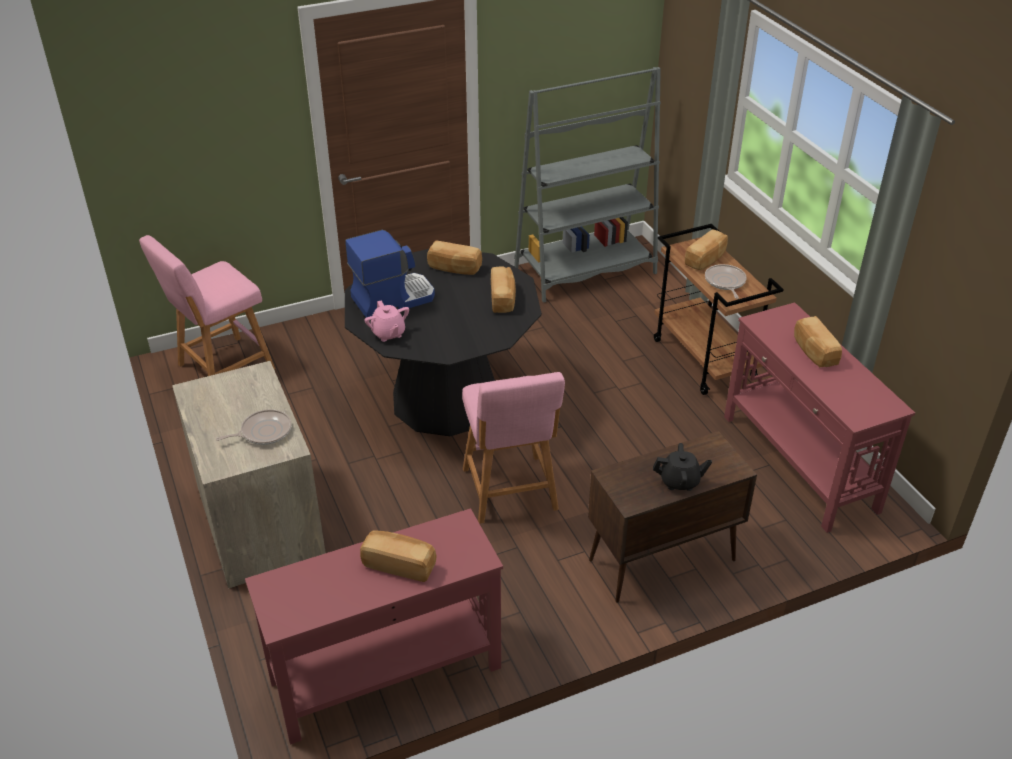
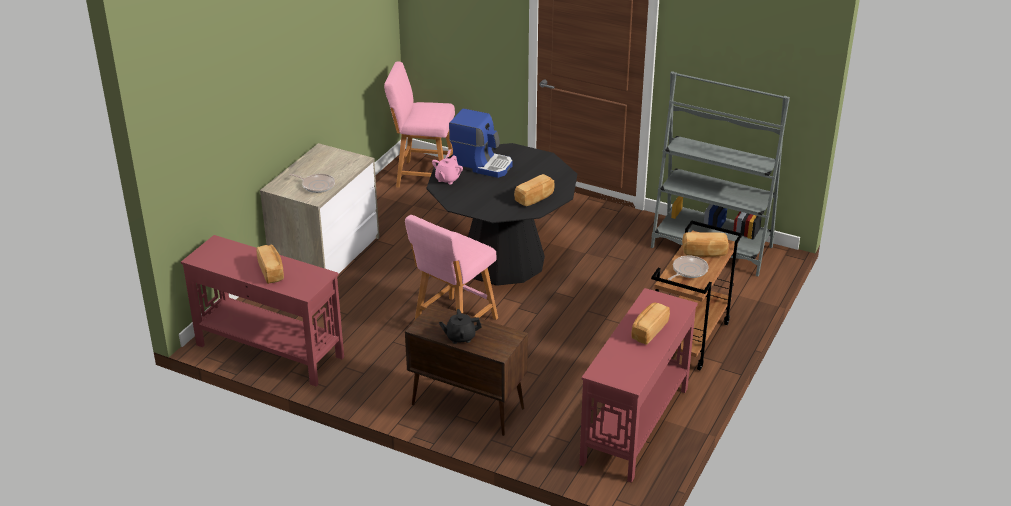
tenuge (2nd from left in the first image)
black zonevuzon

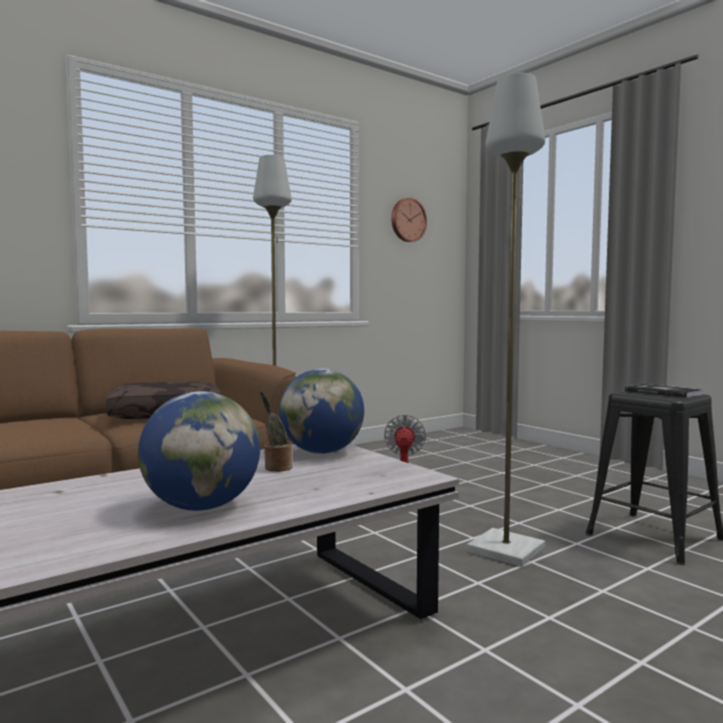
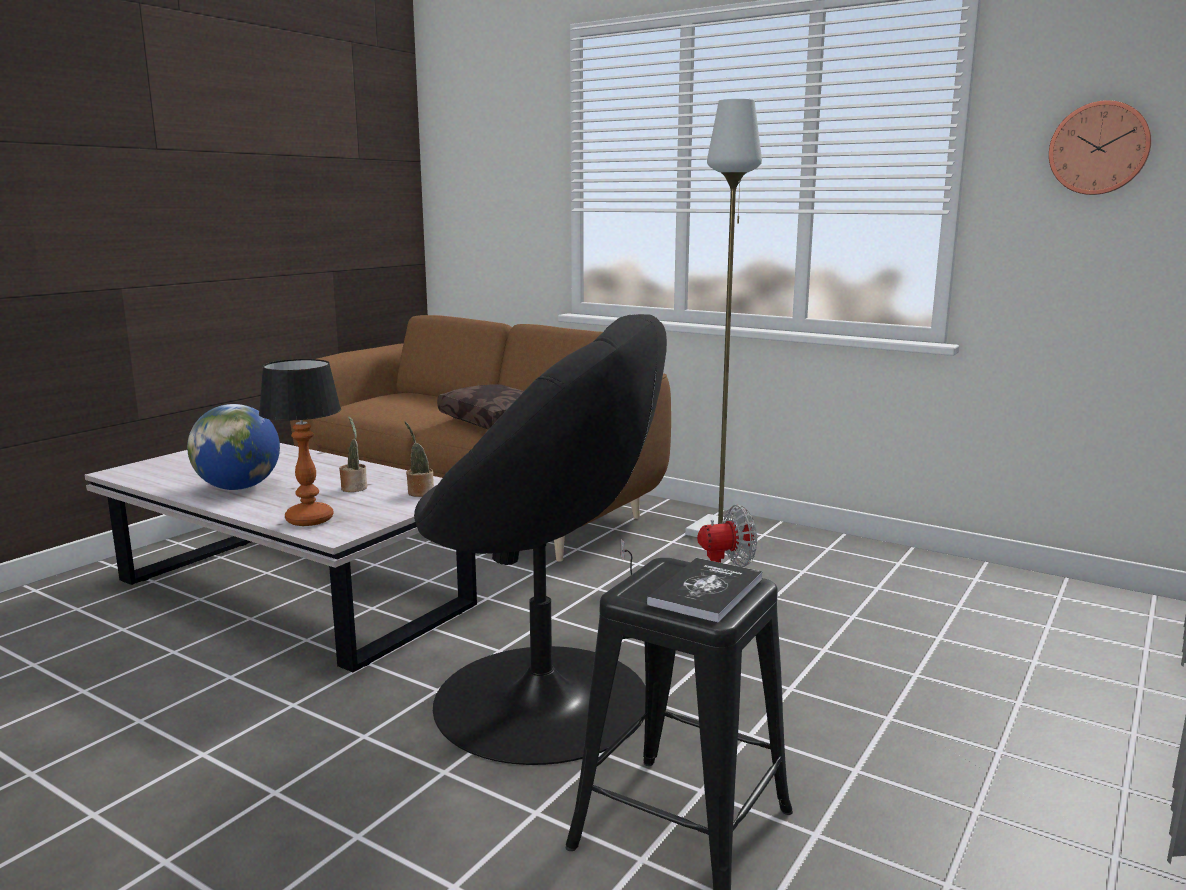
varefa
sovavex (2nd from left)
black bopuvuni

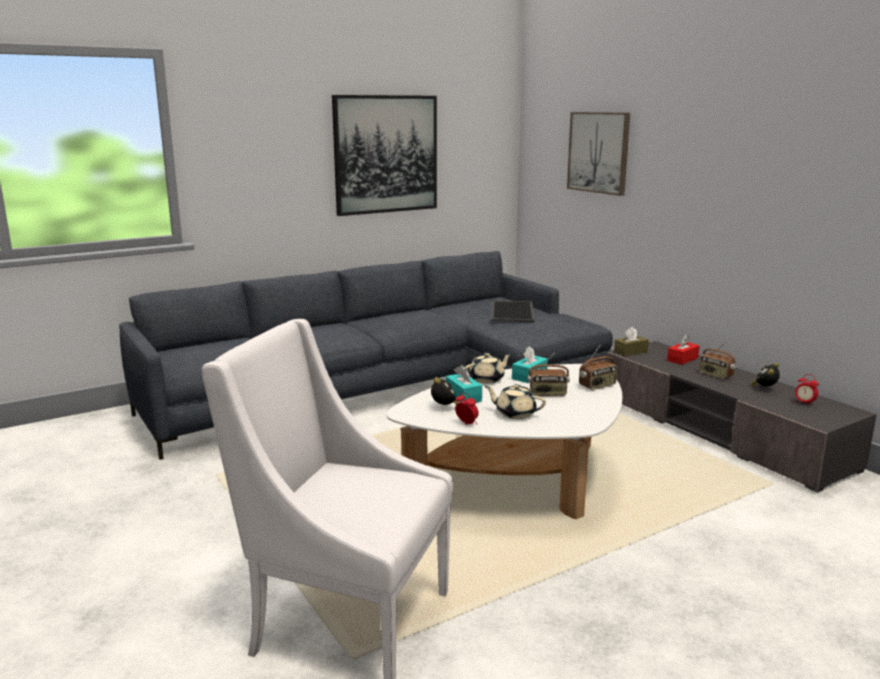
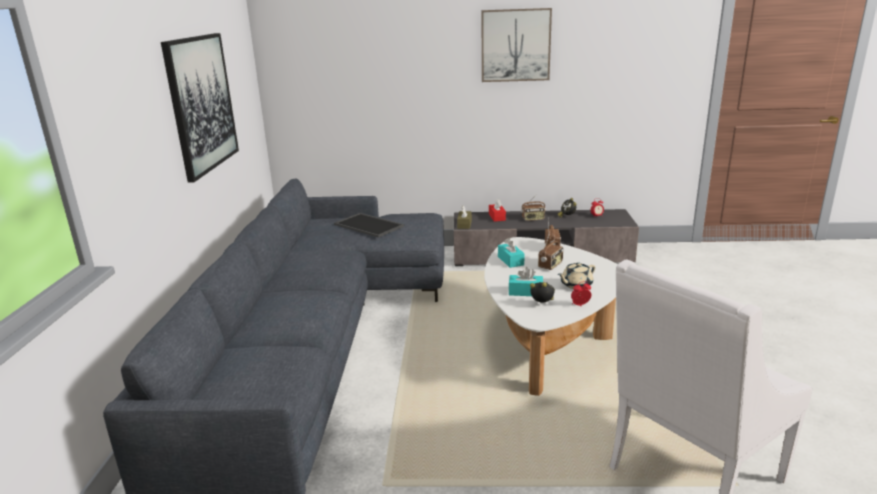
beige zonevuzon (1st from left in the first image)
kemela (2nd from left)

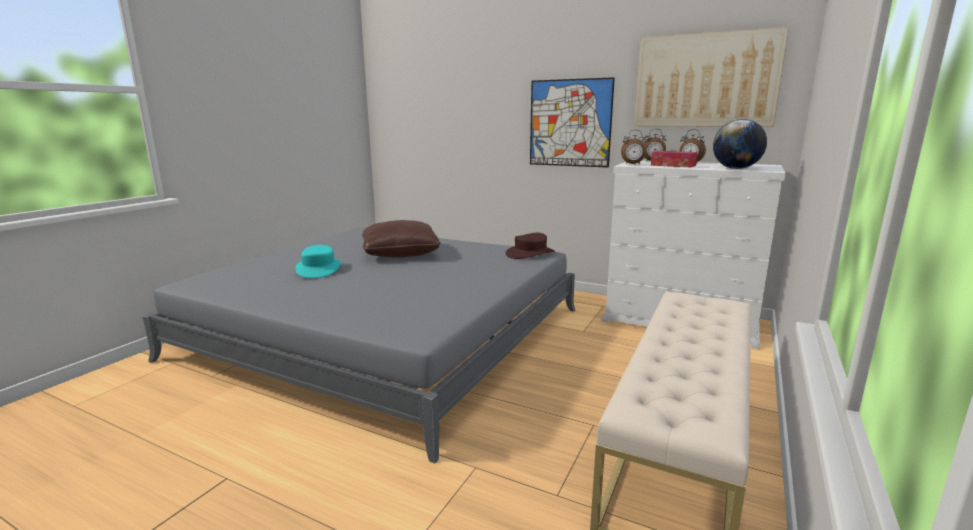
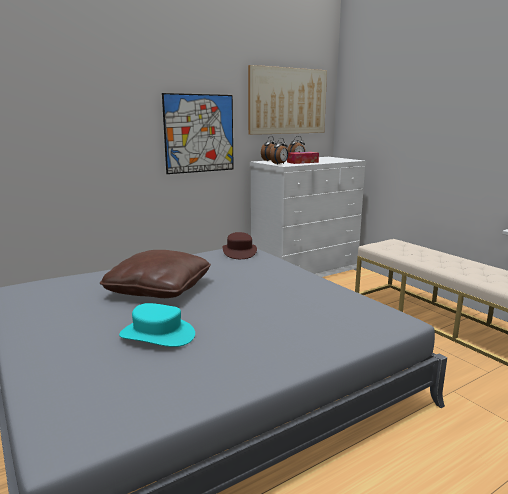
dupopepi

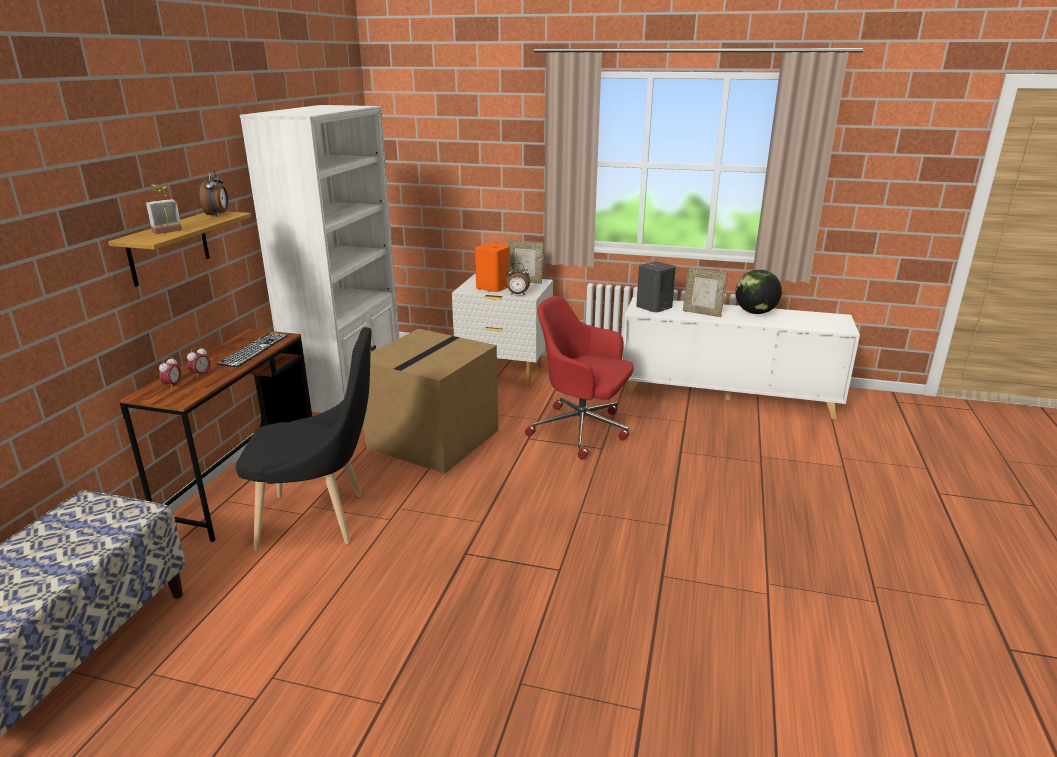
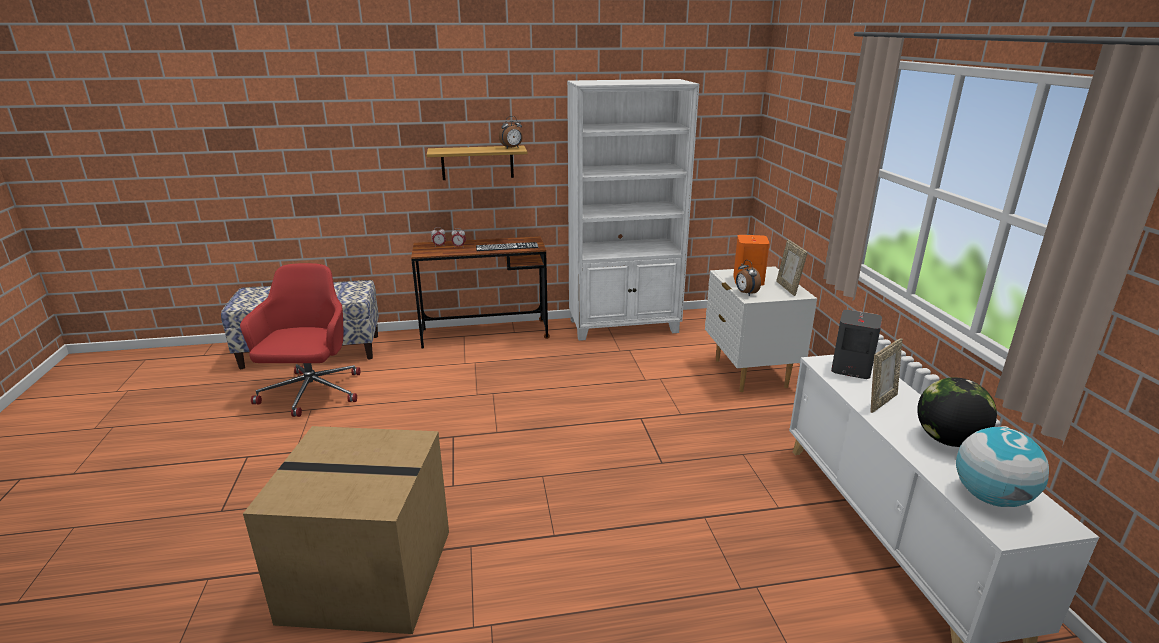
sovavex
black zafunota
dupopepi (2nd from left)
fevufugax
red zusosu
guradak (2nd from left)

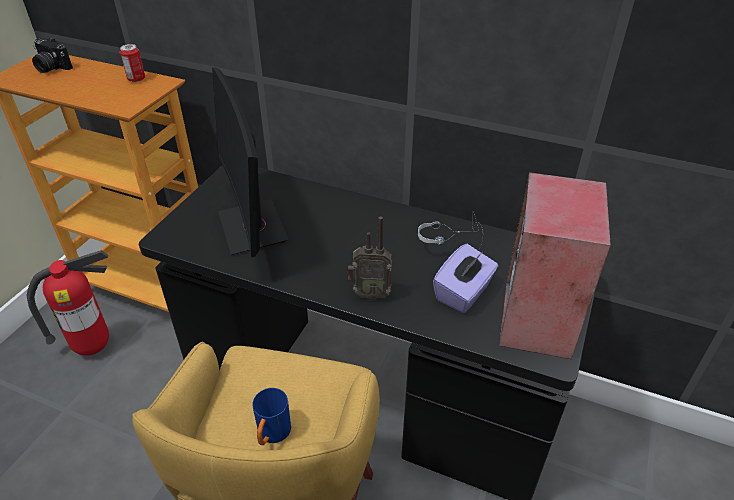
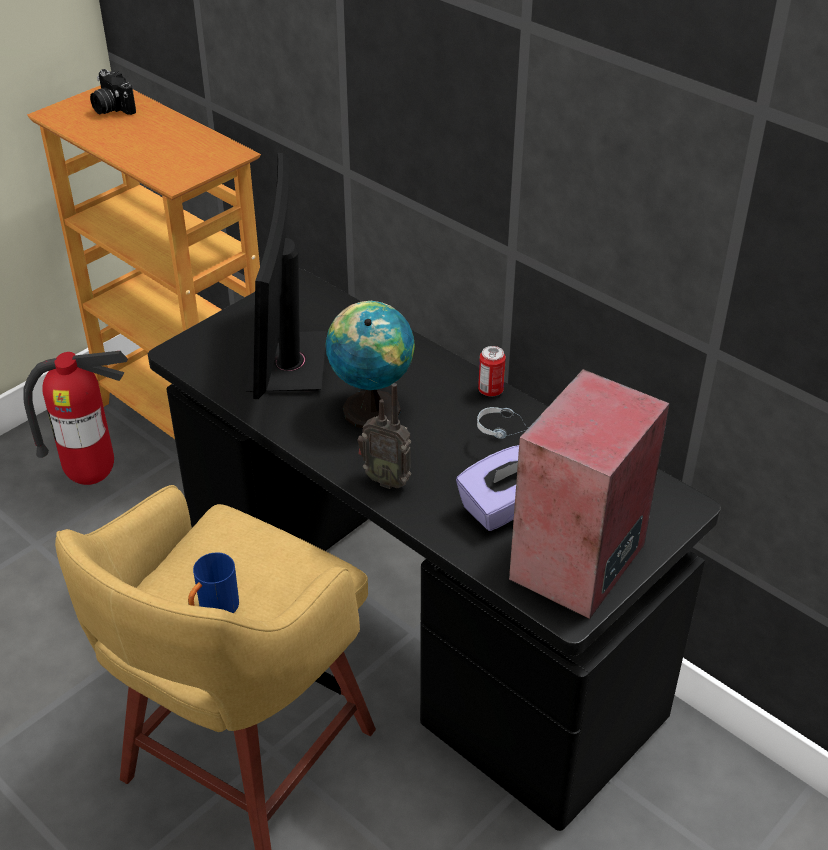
dupopepi
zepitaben

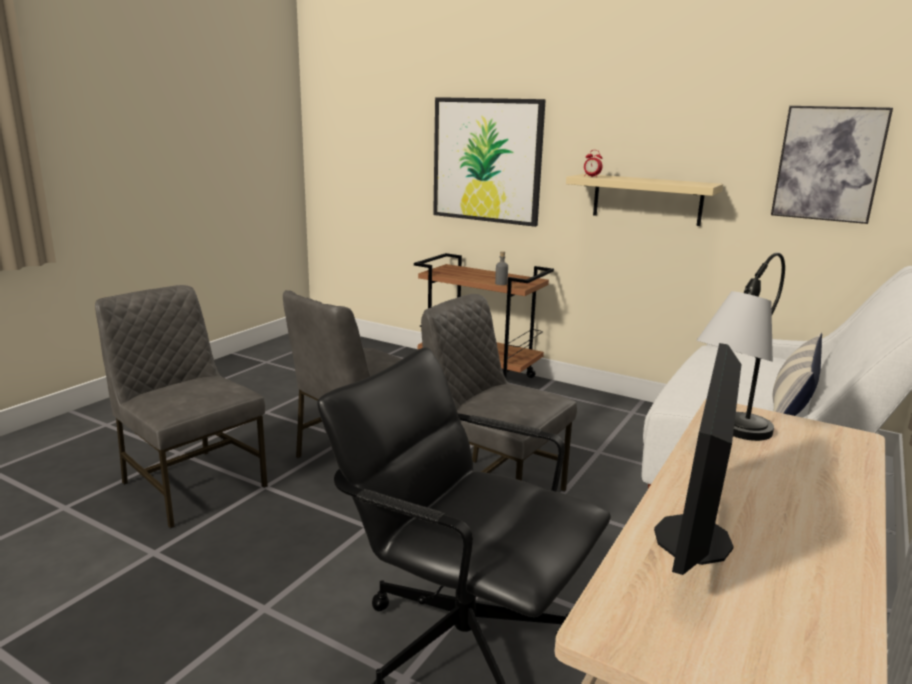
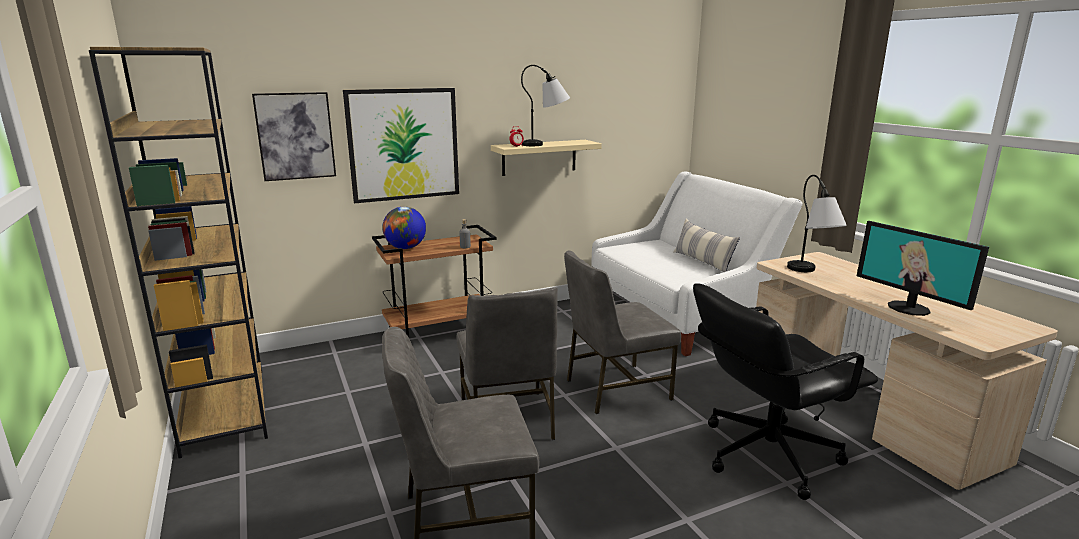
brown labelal
dupopepi
varefa (1st from left)
kemela (1st from left)

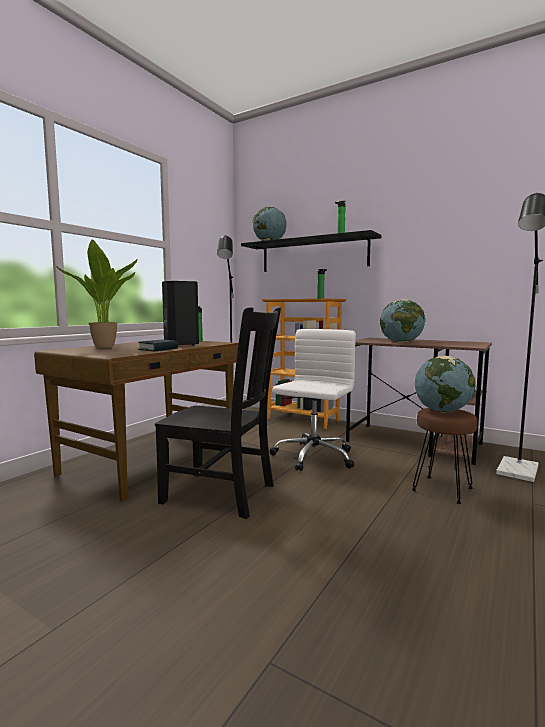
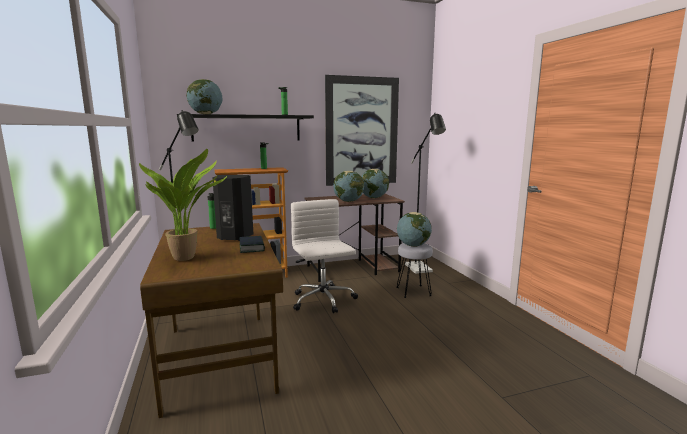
black zafunota
kemela
dupopepi (3rd from left)
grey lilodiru

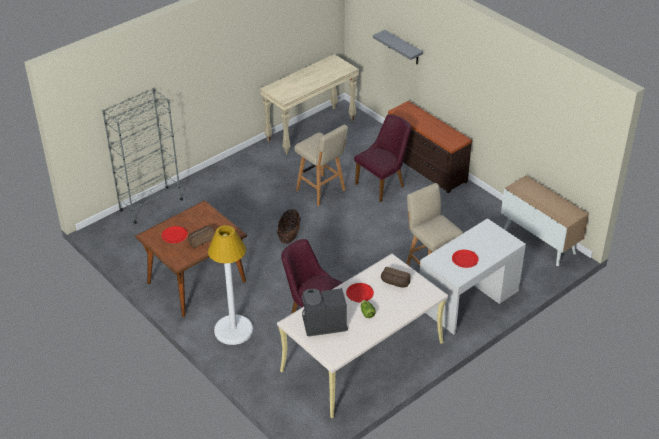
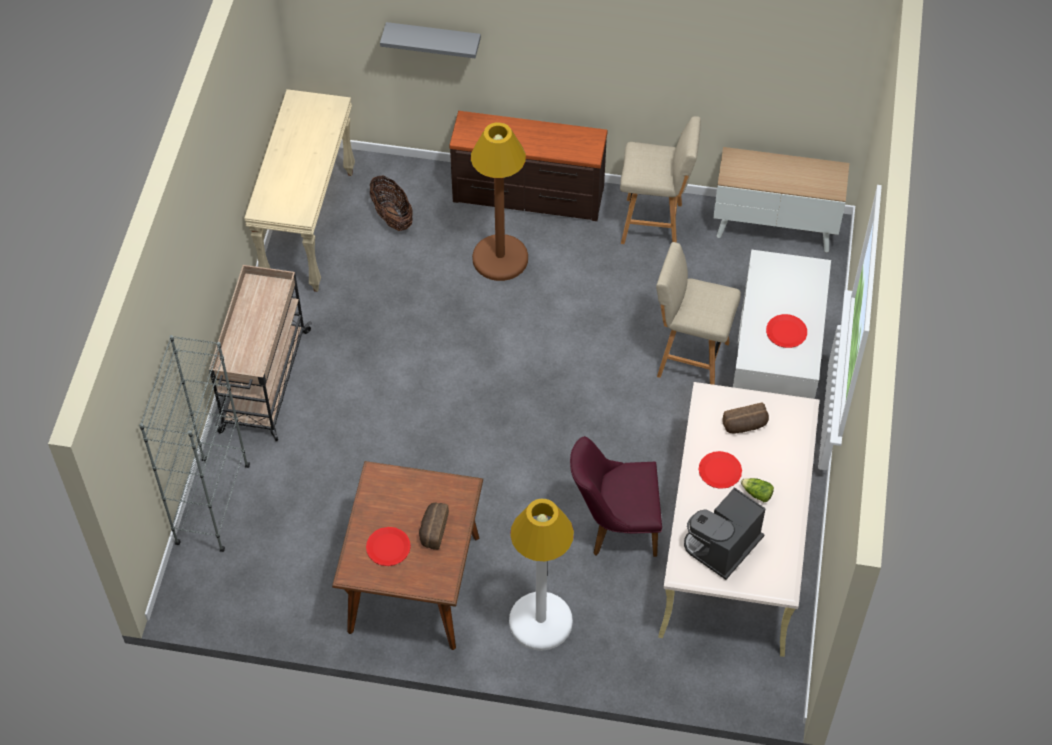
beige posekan
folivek
beige lilodiru (1st from left)
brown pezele

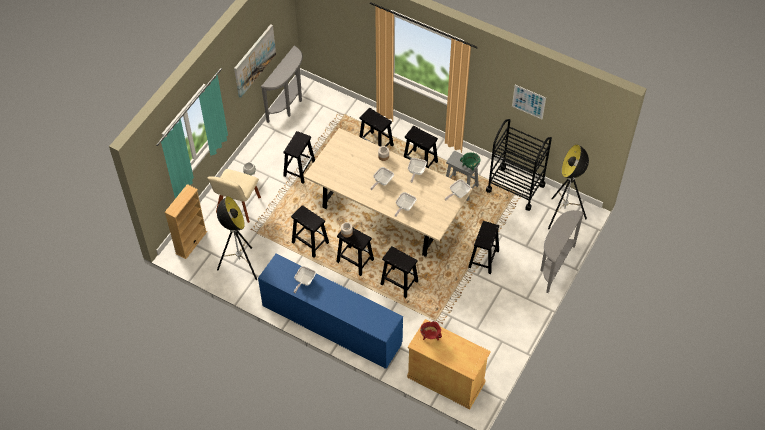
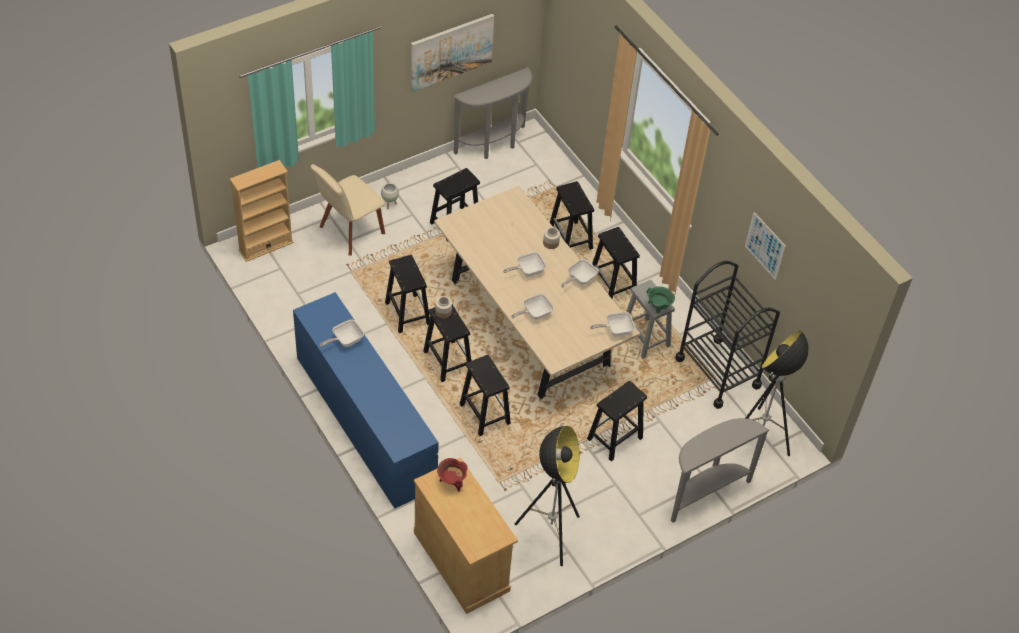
pezele (1st from left)

